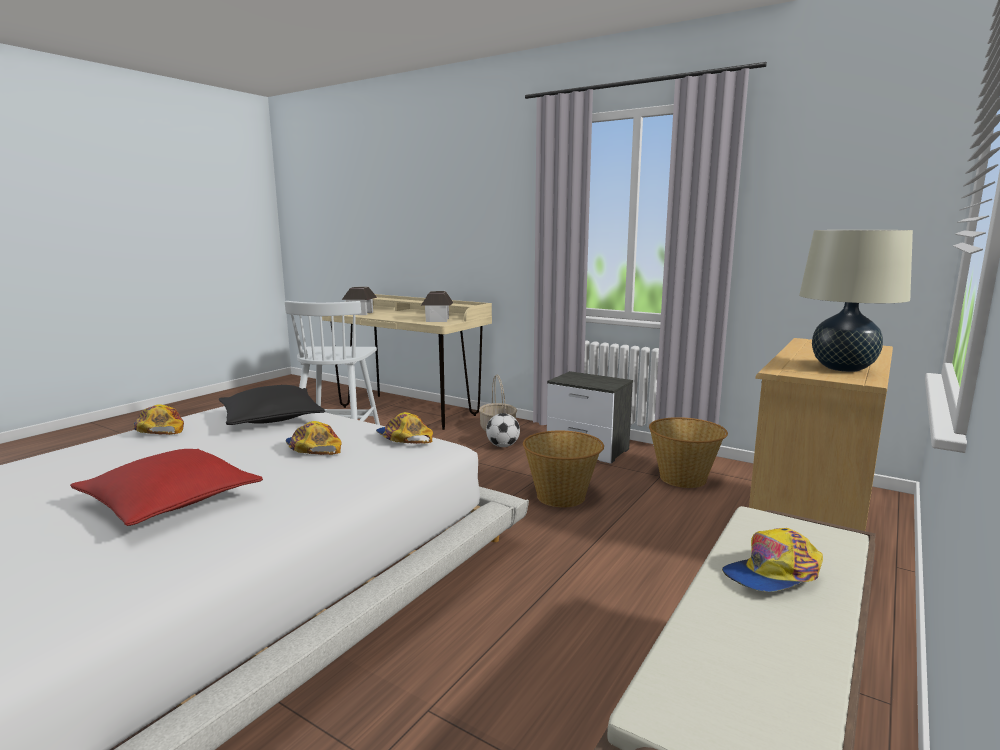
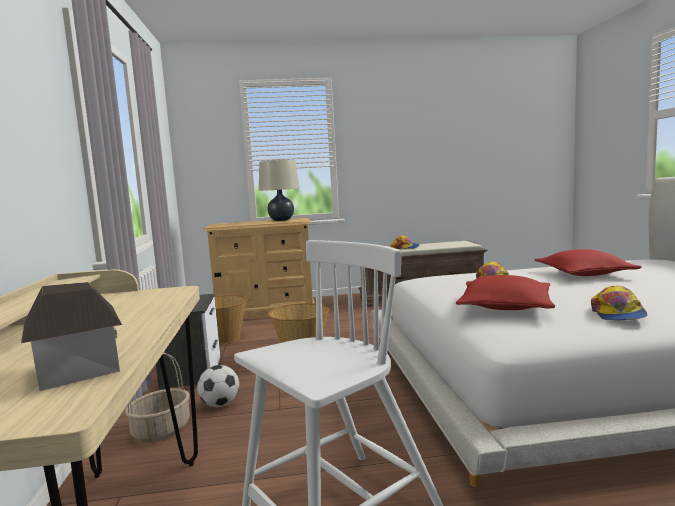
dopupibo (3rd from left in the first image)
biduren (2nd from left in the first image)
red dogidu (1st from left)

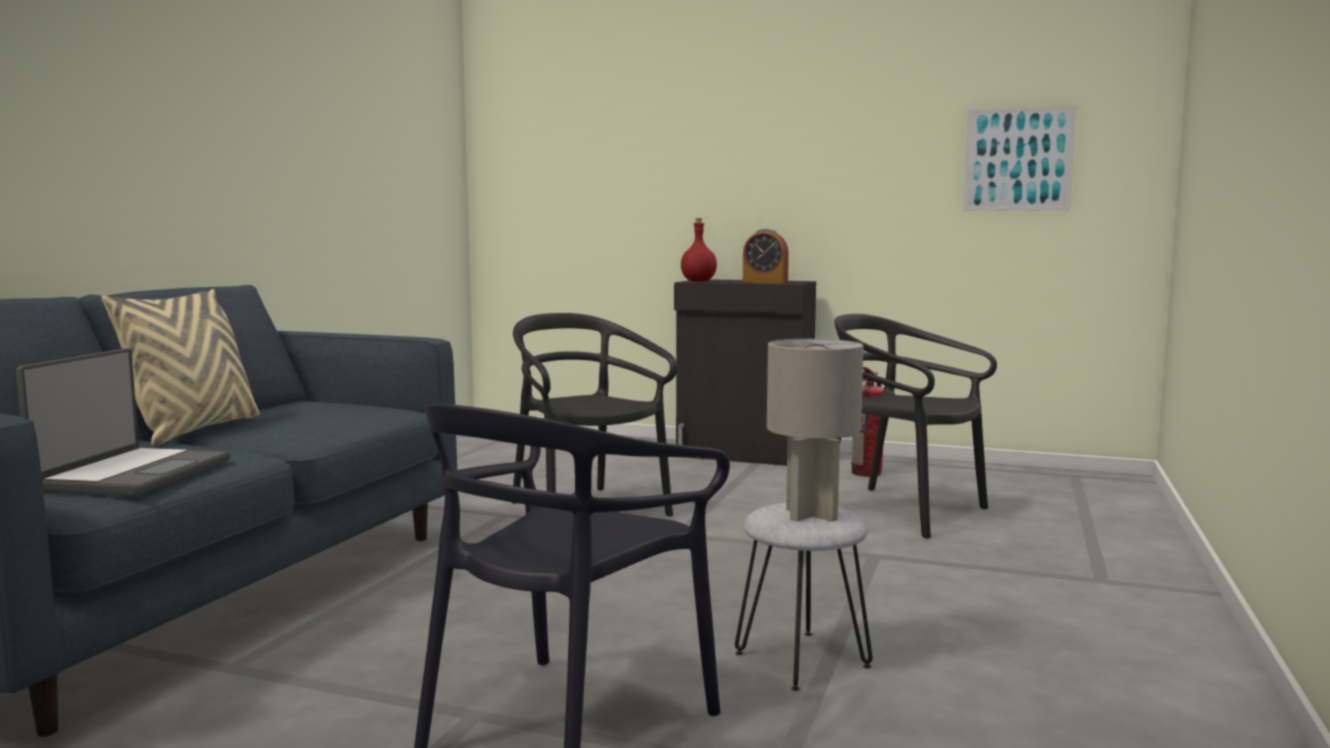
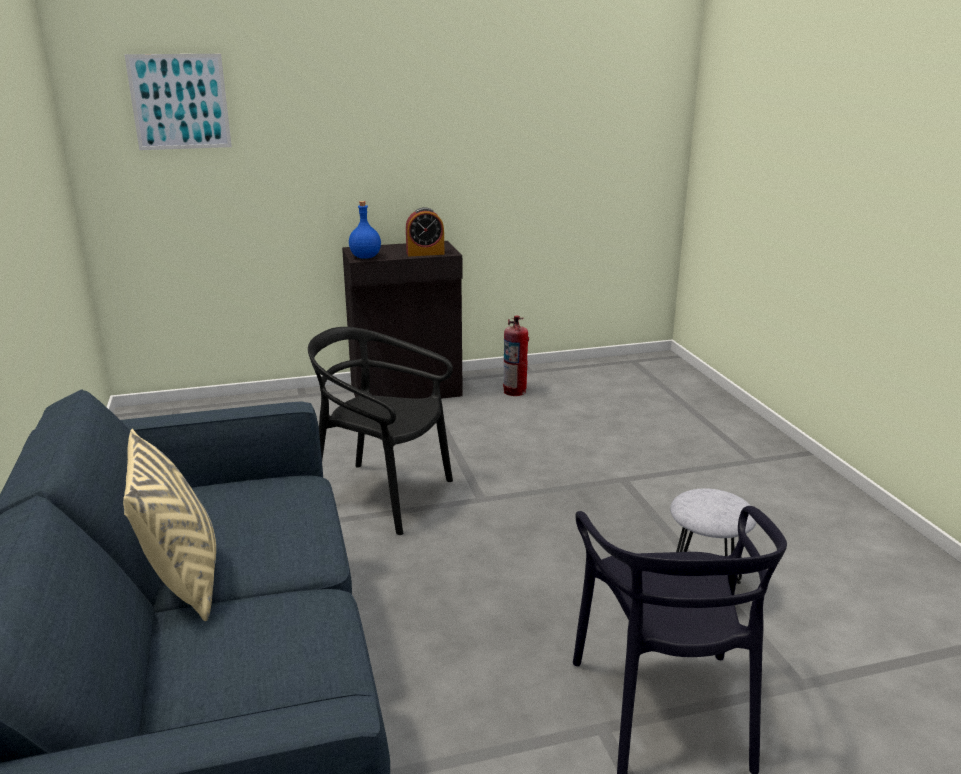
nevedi
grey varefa
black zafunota (3rd from left in the first image)
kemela
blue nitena

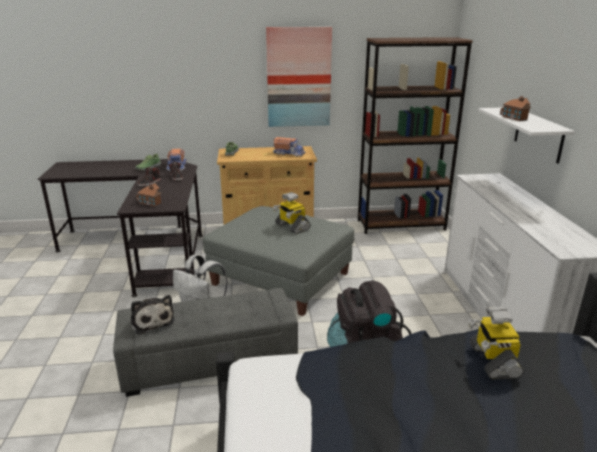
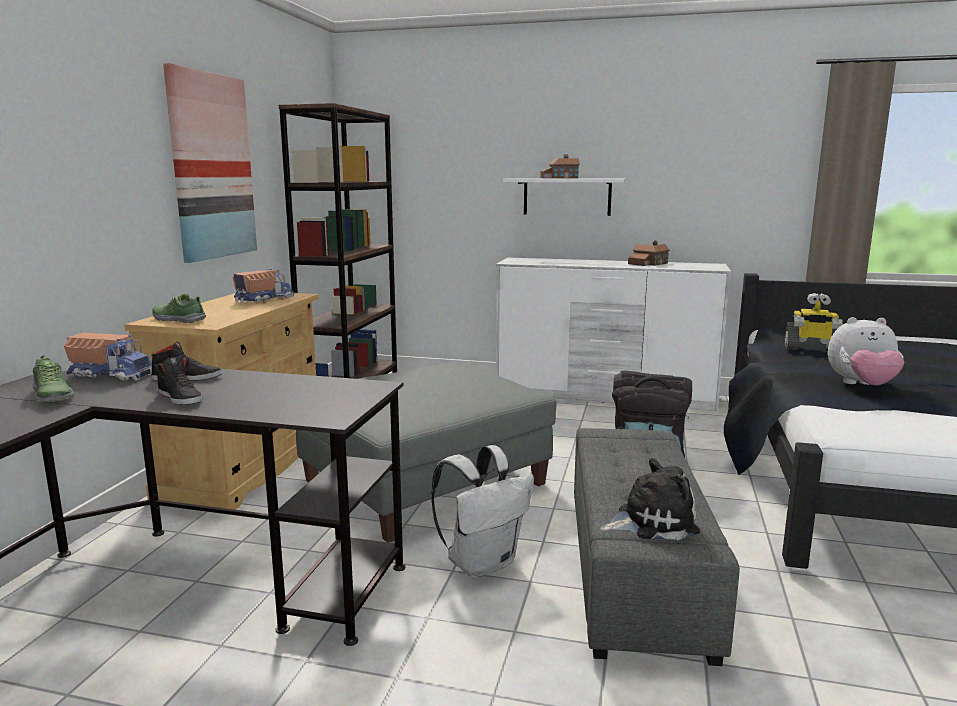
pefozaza (1st from left in the first image)
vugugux (2nd from left)
biduren (2nd from left)

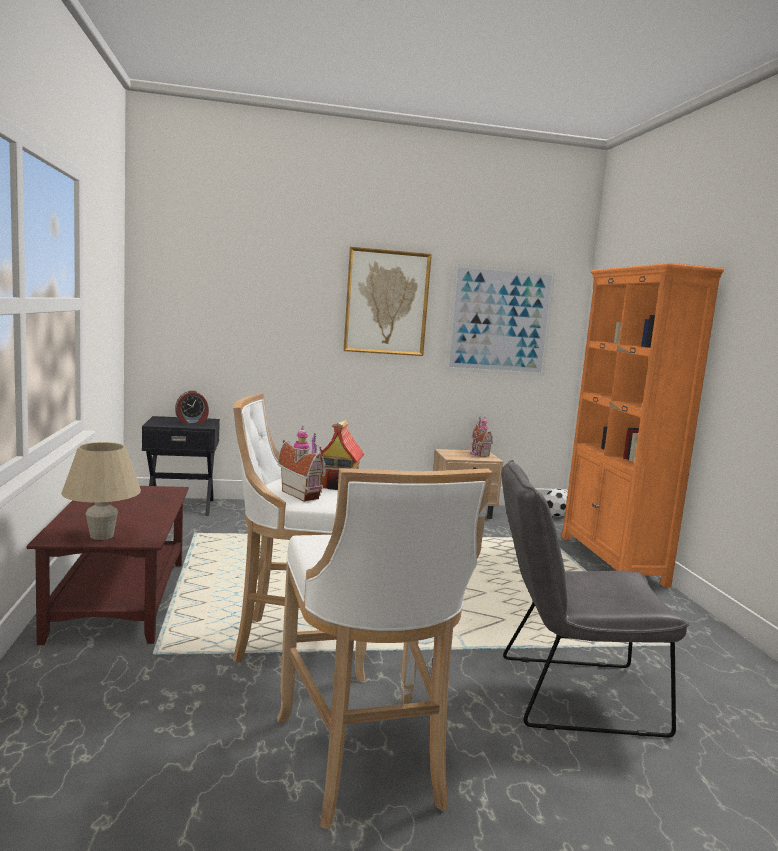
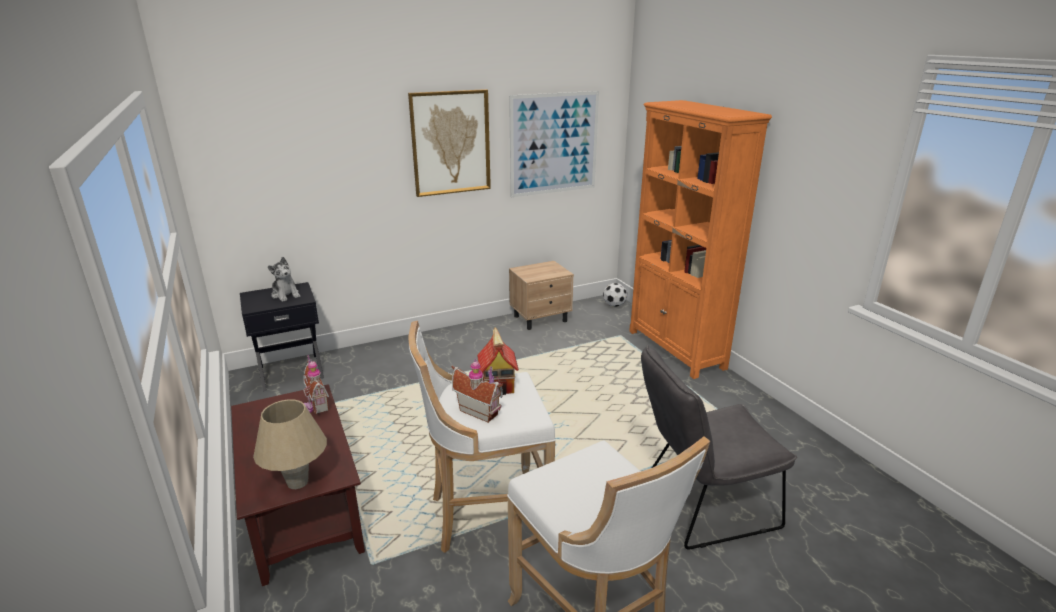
biduren (1st from left)
vugugux

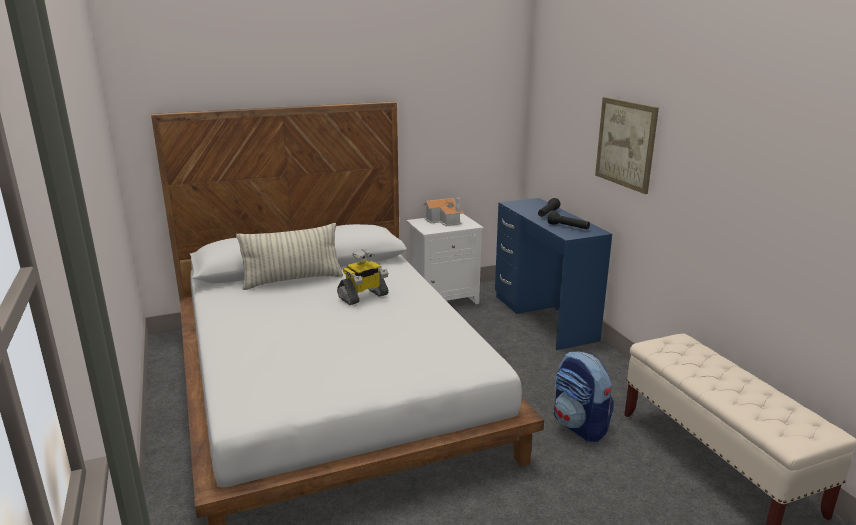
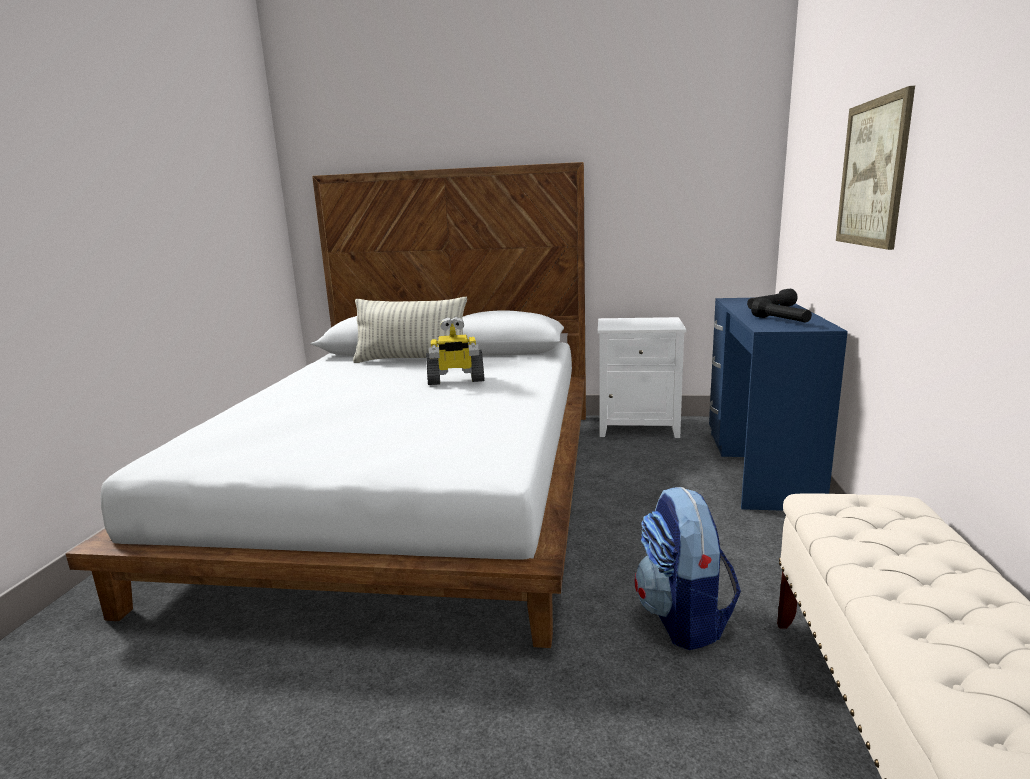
biduren

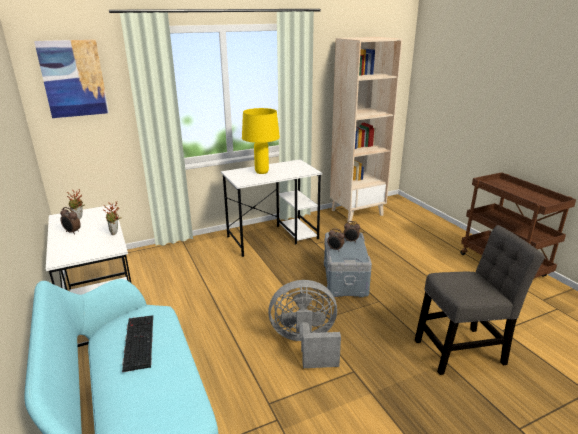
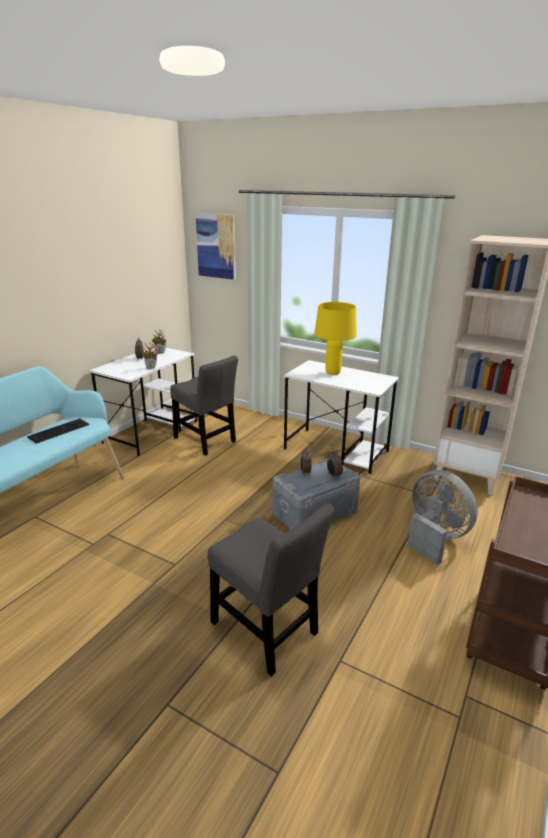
grey zafunota (1st from left)
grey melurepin

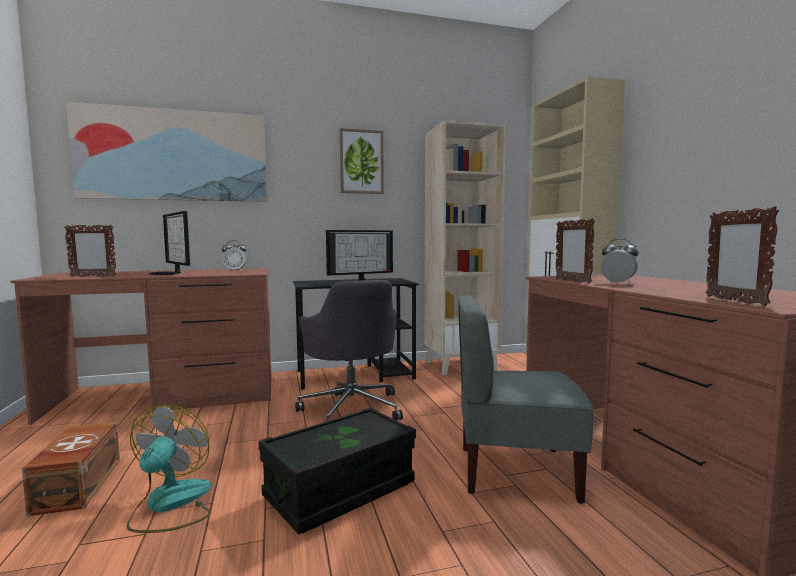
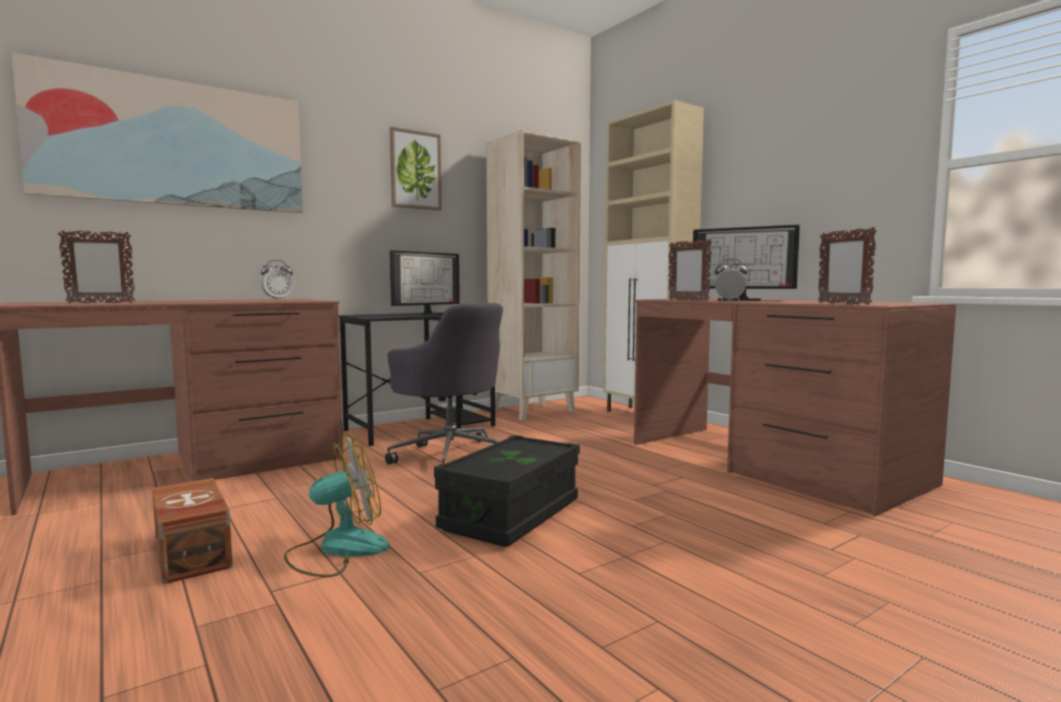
grey zafunota
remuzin (2nd from left)
melurepin

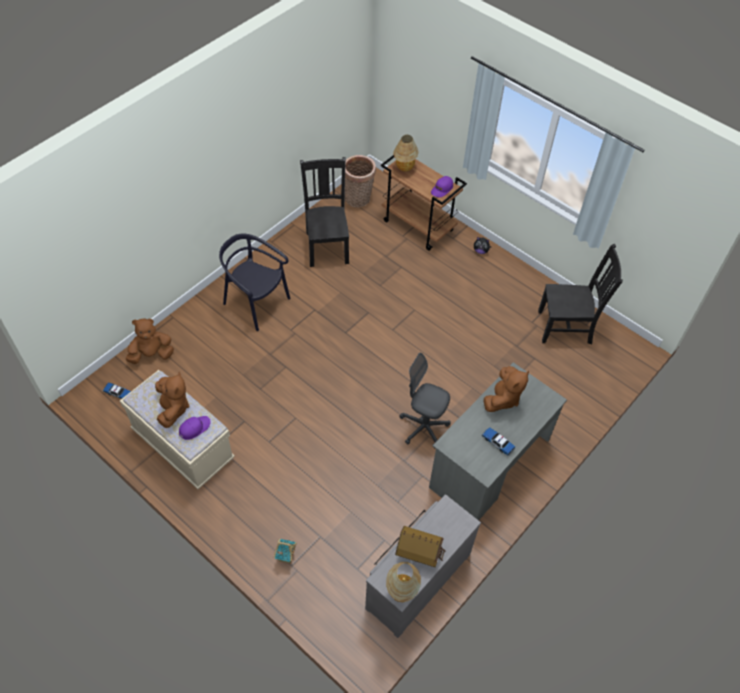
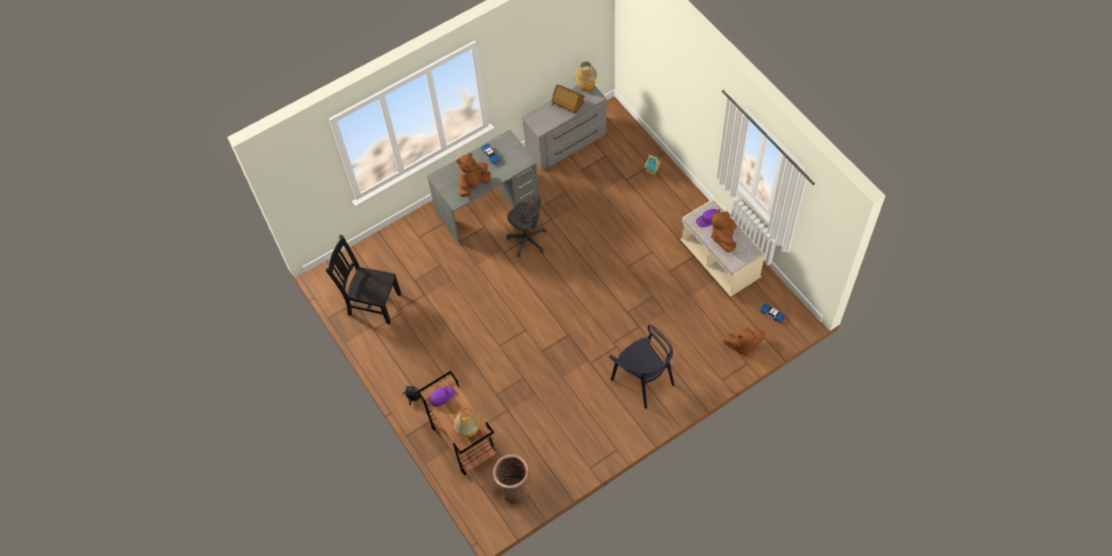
black zafunota (2nd from left in the first image)

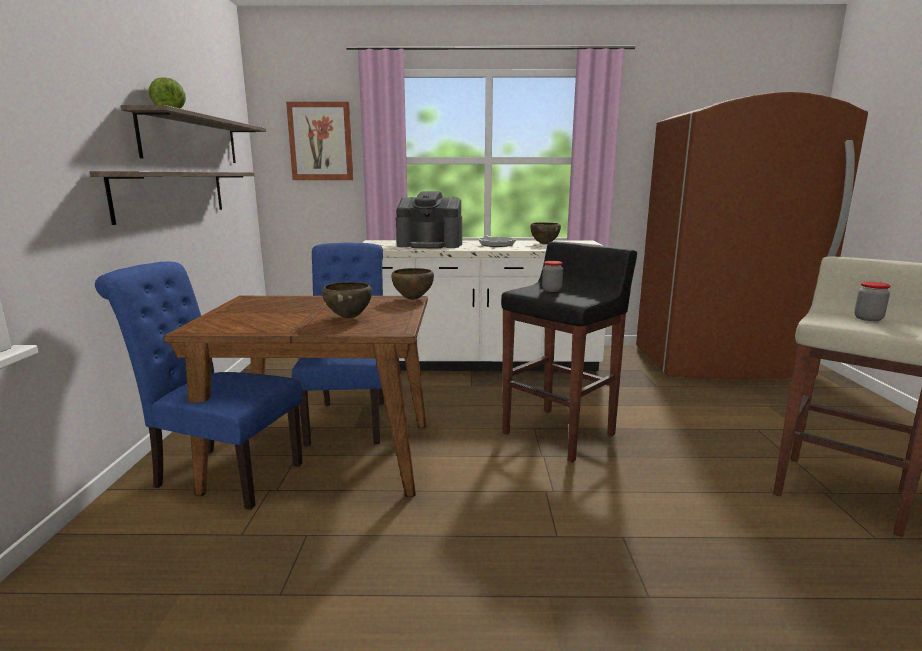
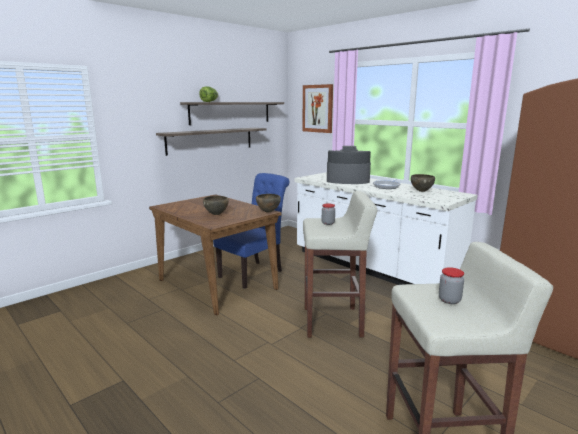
blue zafunota (1st from left in the first image)
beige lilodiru (1st from left)
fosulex

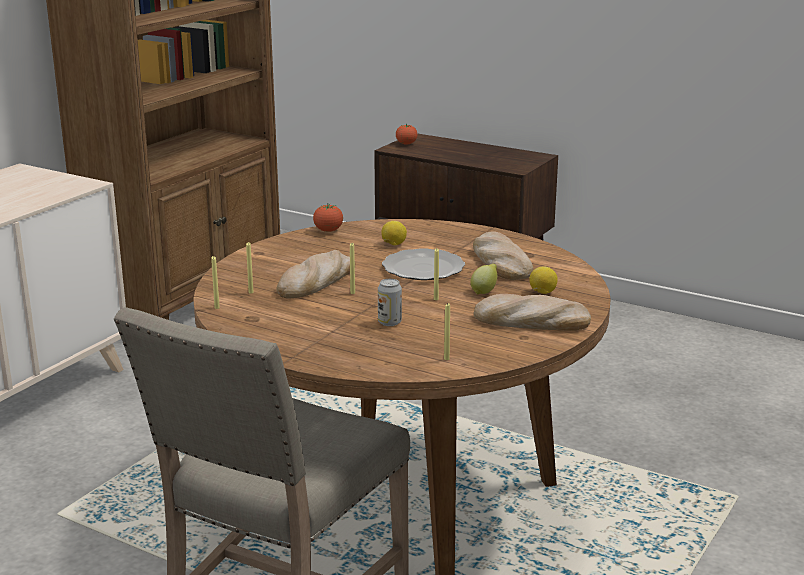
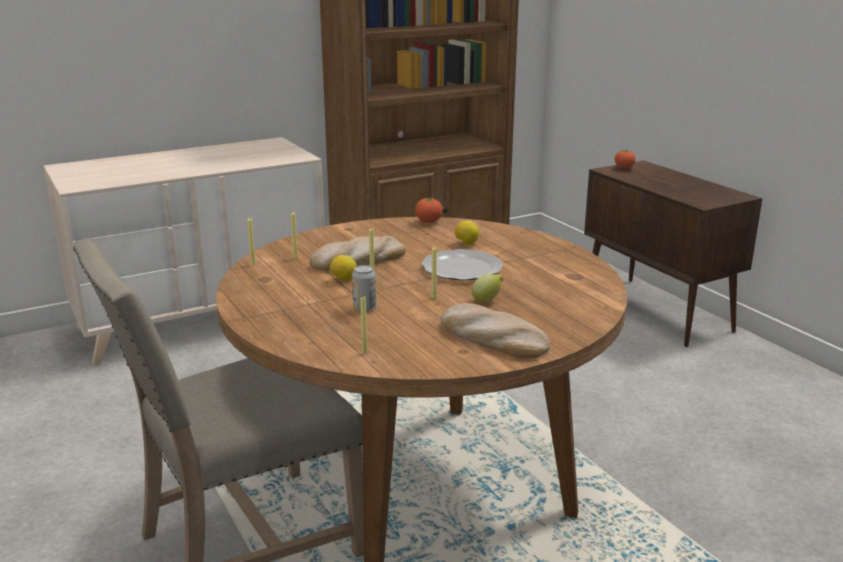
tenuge (2nd from left in the first image)
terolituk (1st from left)

